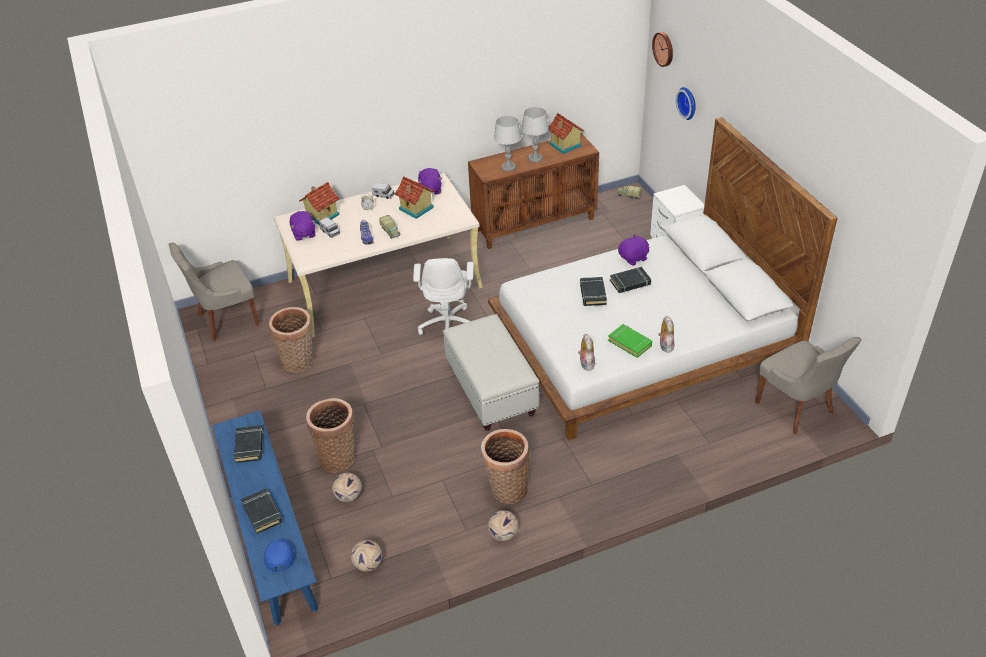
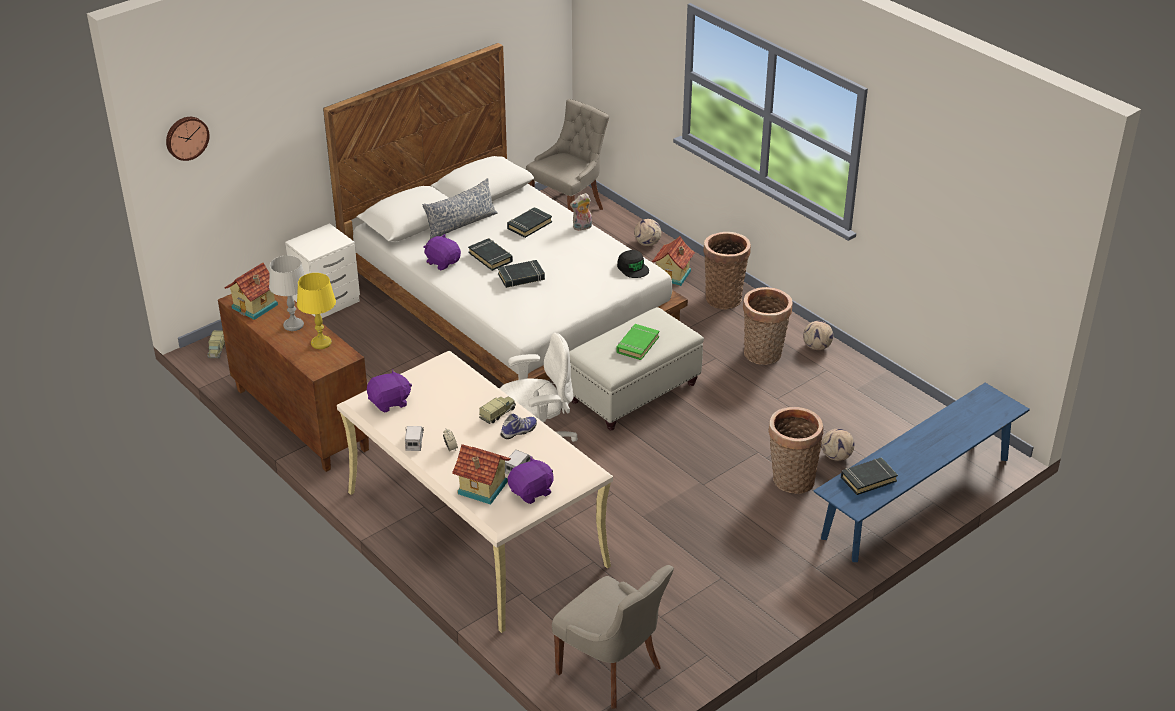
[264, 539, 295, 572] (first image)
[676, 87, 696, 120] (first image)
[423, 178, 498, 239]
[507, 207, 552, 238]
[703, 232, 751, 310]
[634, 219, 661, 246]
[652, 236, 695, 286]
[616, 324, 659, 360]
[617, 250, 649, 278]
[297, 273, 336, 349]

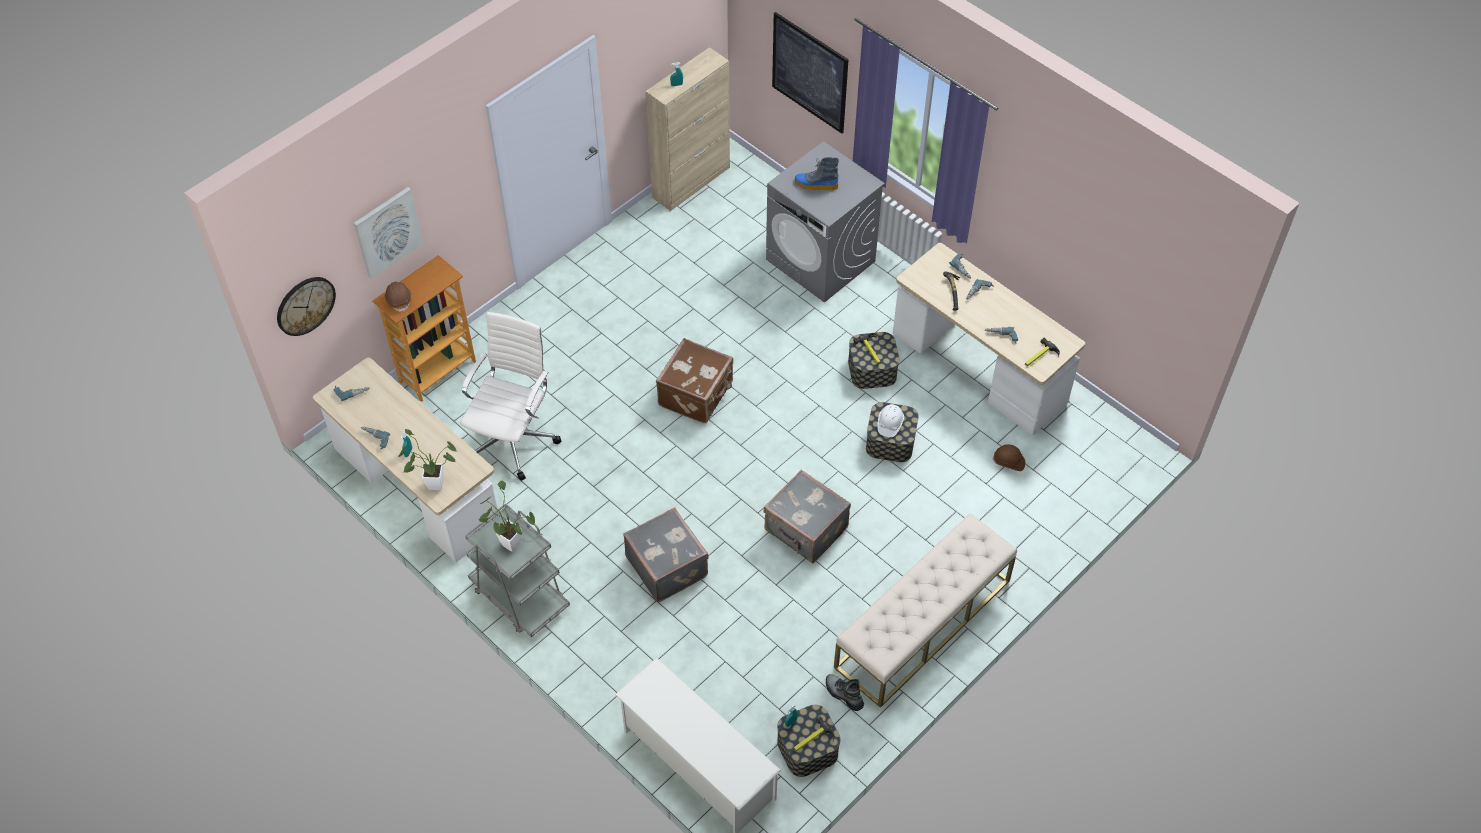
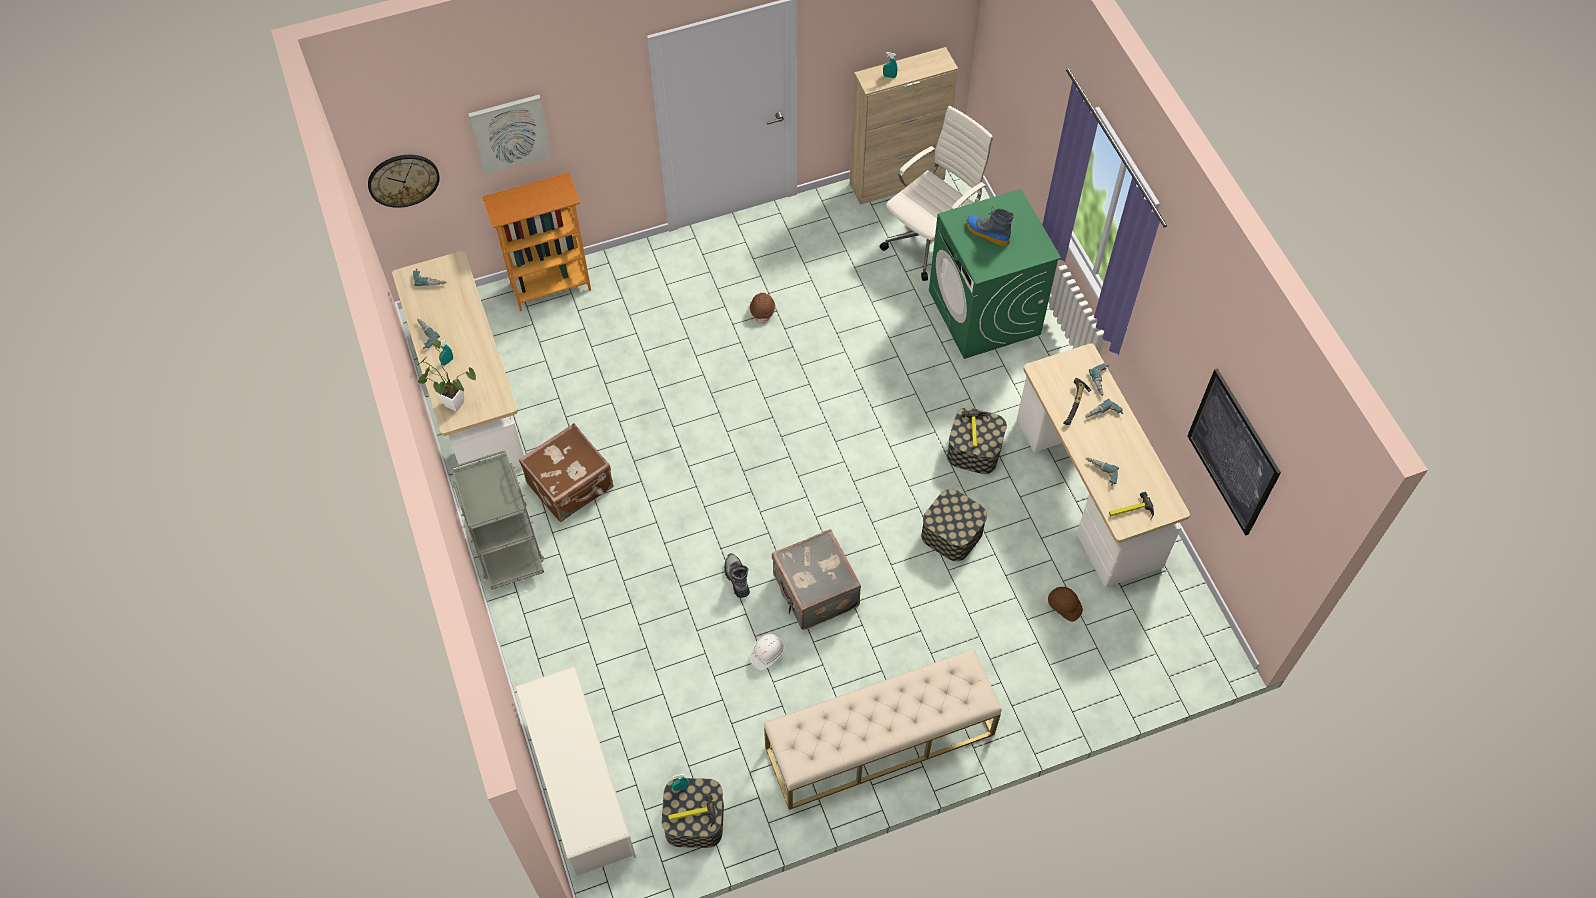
[479, 481, 535, 552] (first image)
[623, 507, 709, 602] (first image)
[750, 293, 775, 324]
[880, 106, 993, 281]
[519, 423, 614, 522]
[1187, 369, 1281, 536]
[724, 553, 750, 598]
[749, 634, 785, 670]
[929, 189, 1061, 359]

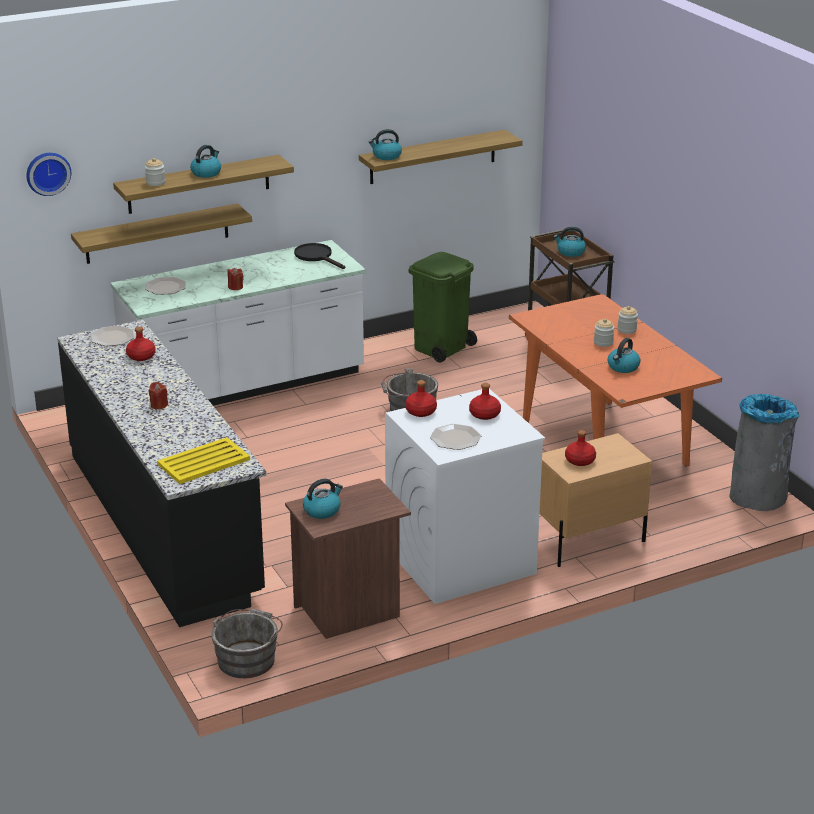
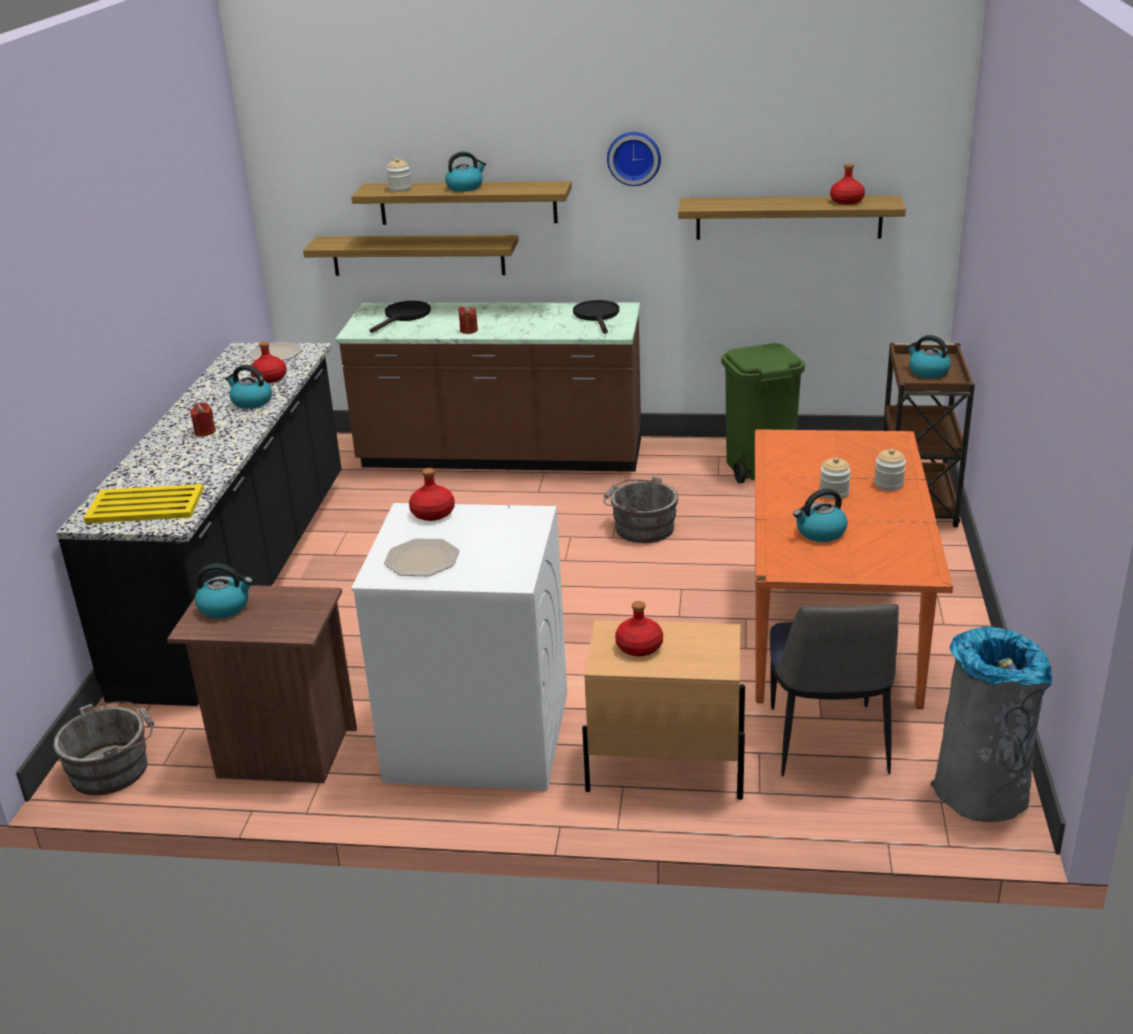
[770, 604, 899, 776]
[607, 132, 661, 186]
[225, 365, 272, 409]
[830, 164, 865, 205]
[370, 301, 431, 333]
[336, 303, 641, 472]

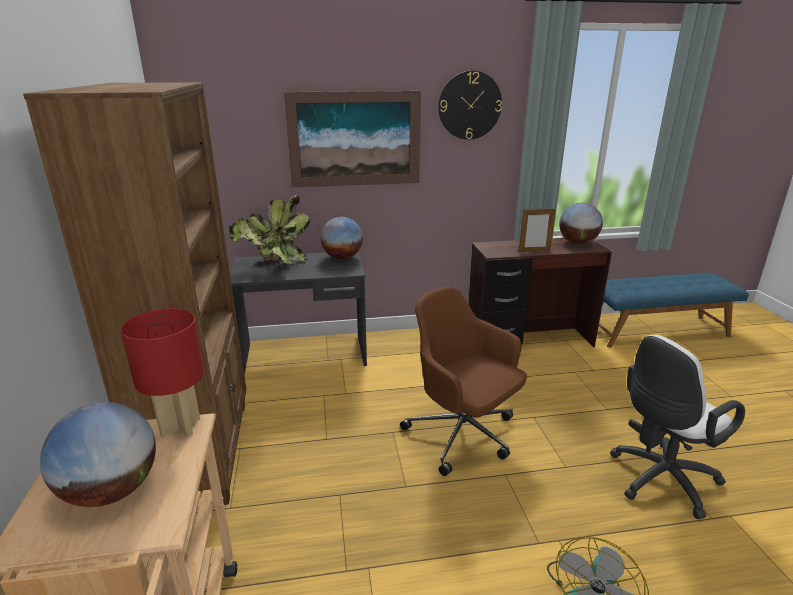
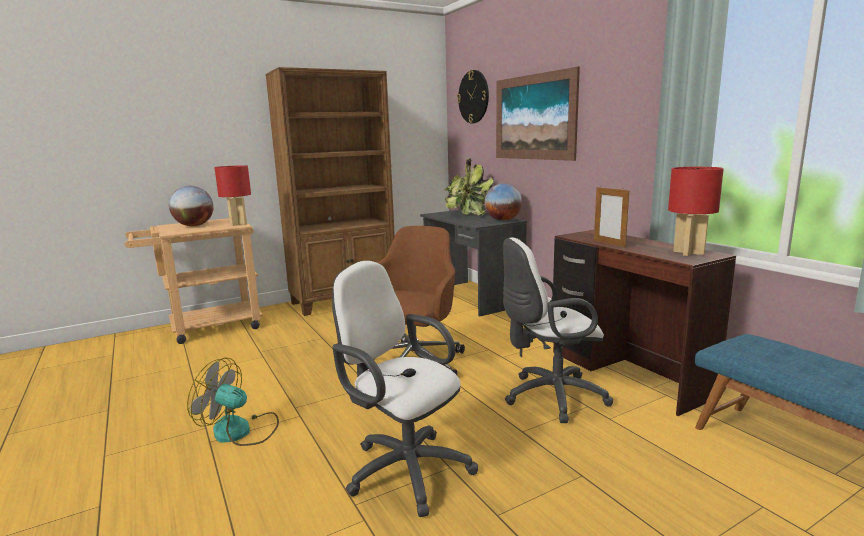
[503, 237, 613, 423]
[457, 70, 489, 123]
[668, 167, 724, 256]

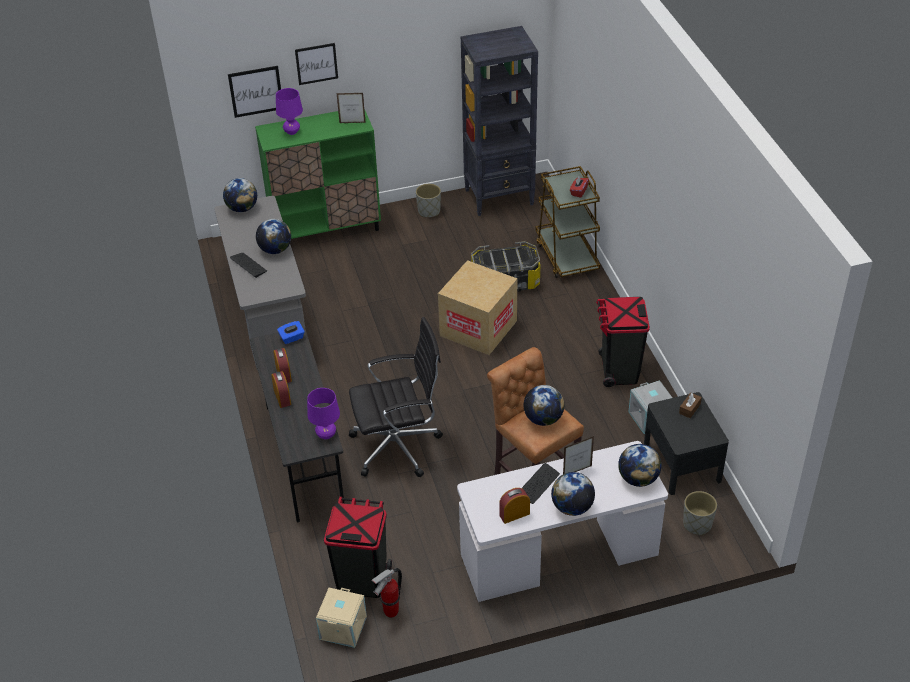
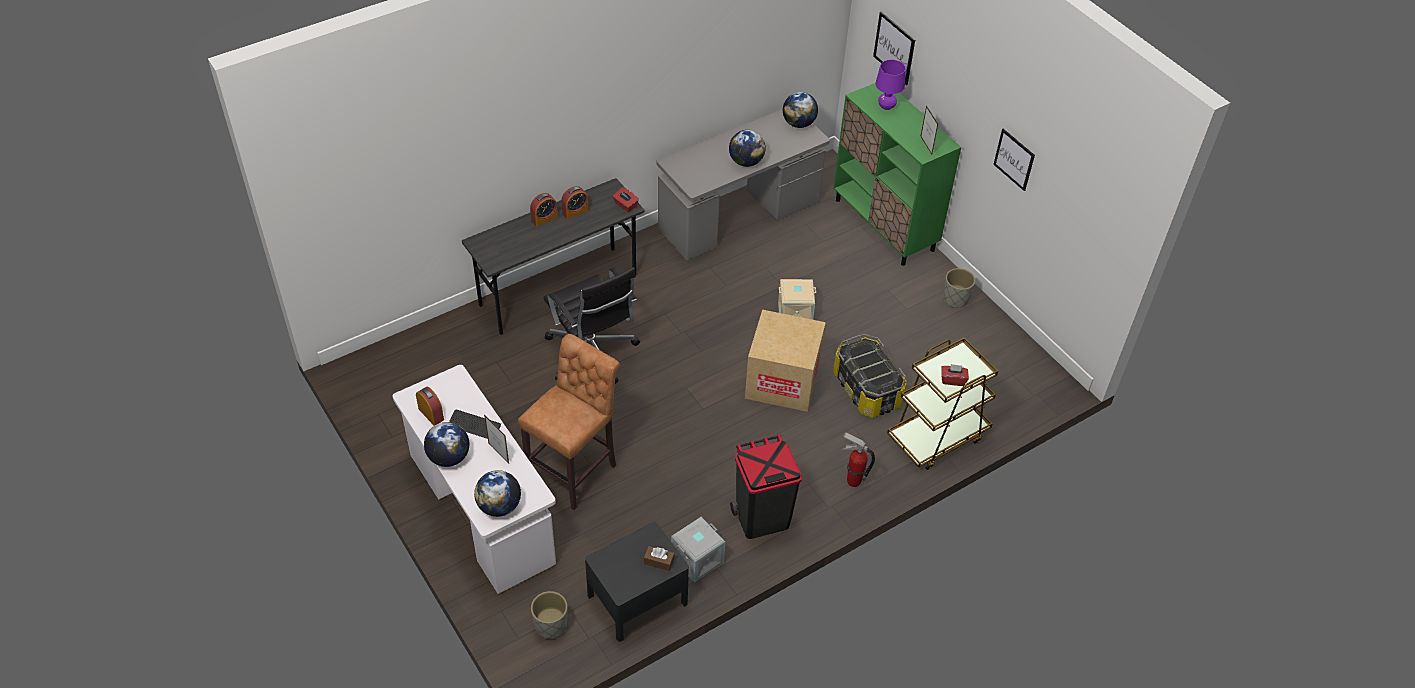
[230, 253, 267, 278] (first image)
[307, 388, 340, 439] (first image)
[324, 497, 392, 598] (first image)
[461, 26, 538, 216] (first image)
[524, 385, 564, 426] (first image)
[993, 129, 1035, 191]
[778, 279, 816, 320]
[842, 432, 875, 487]
[613, 187, 639, 212]

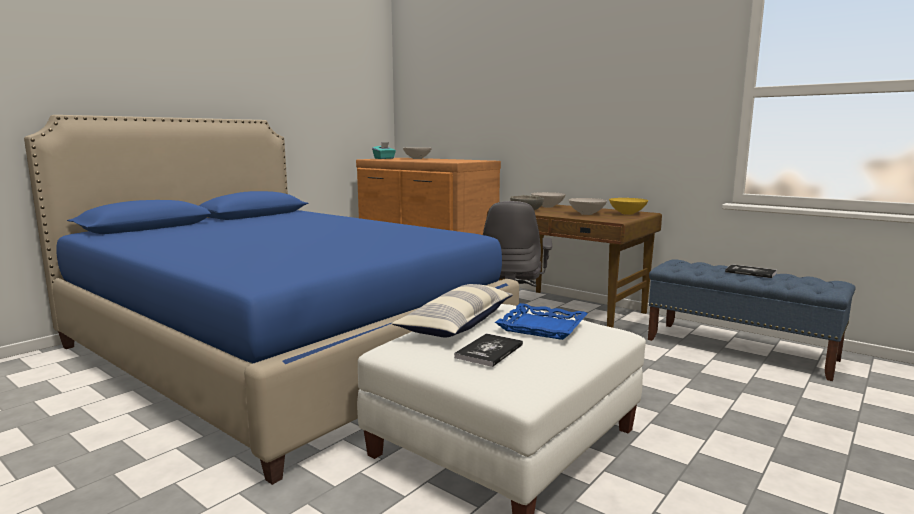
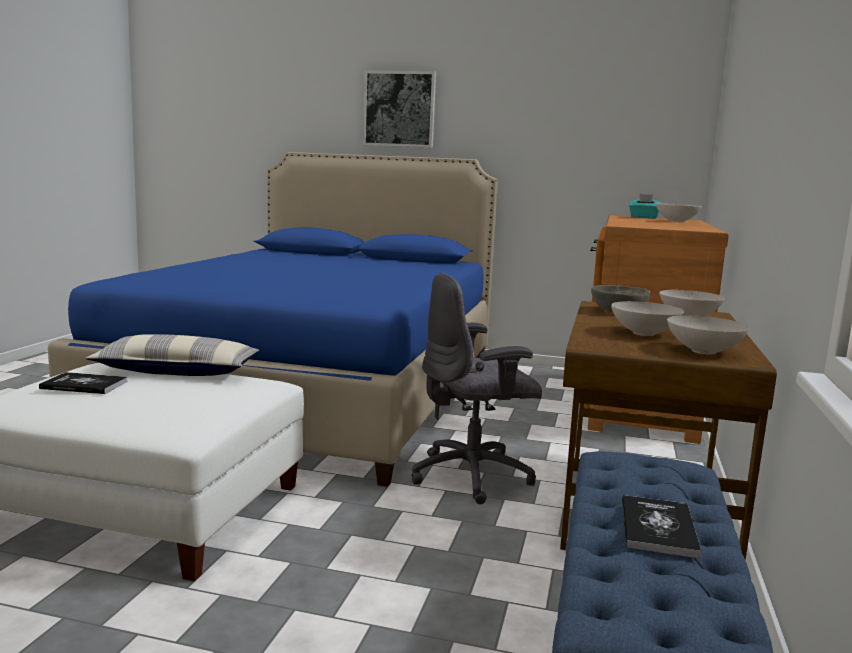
[495, 303, 588, 340] (first image)
[363, 71, 436, 148]
[667, 315, 749, 354]

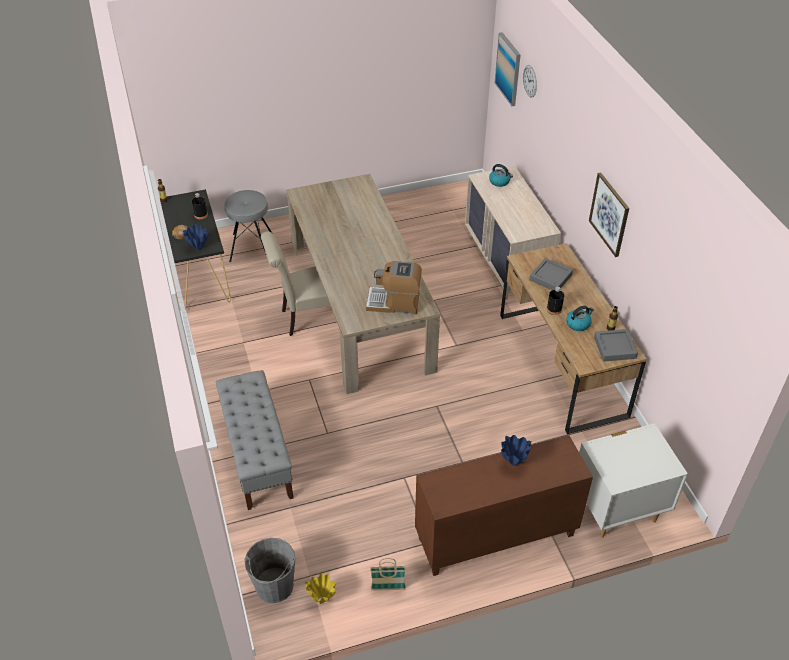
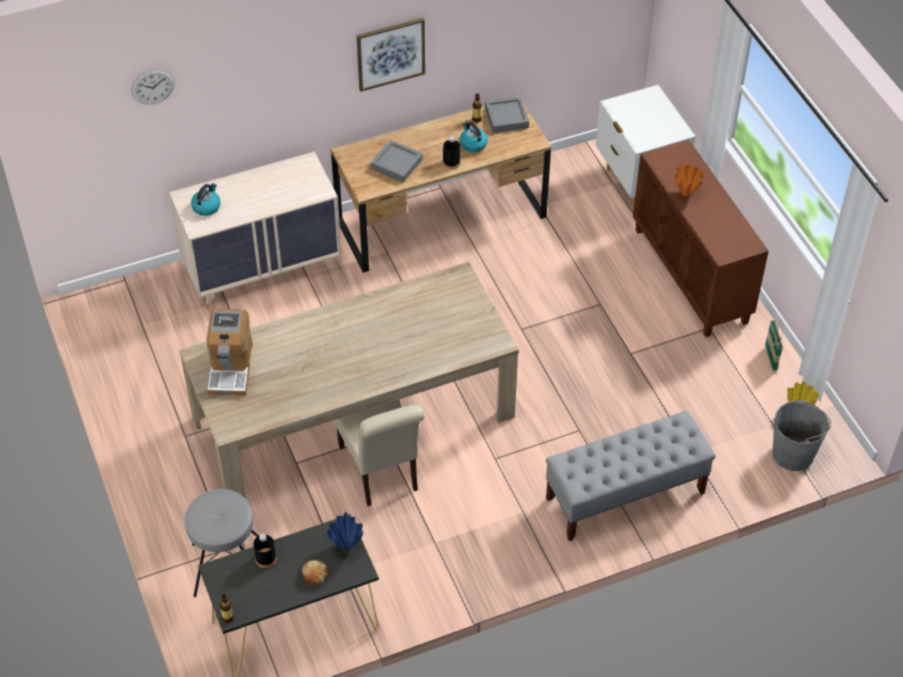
[495, 32, 520, 106] (first image)
[207, 309, 253, 396]
[675, 164, 704, 197]

